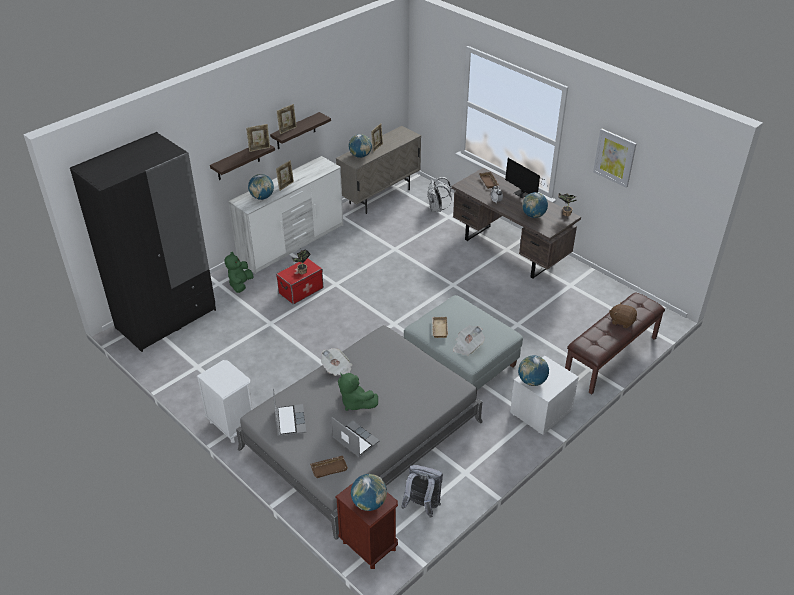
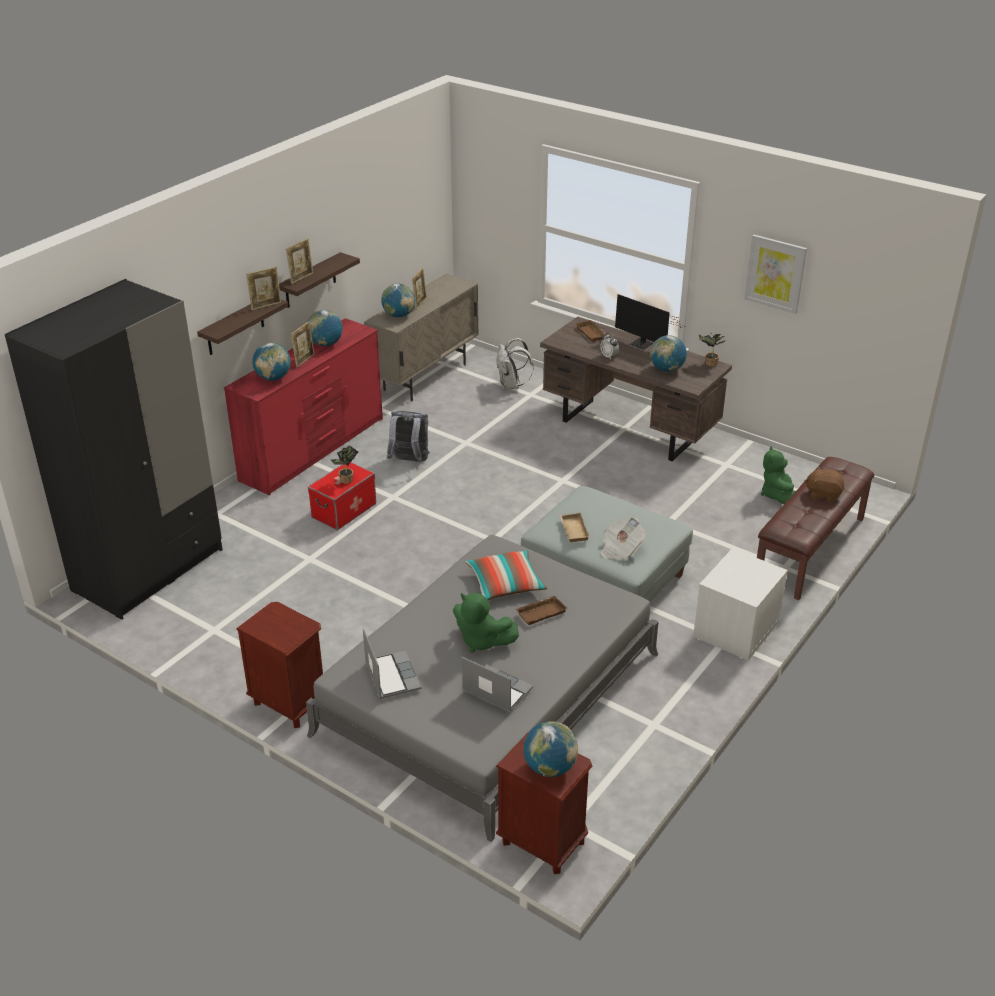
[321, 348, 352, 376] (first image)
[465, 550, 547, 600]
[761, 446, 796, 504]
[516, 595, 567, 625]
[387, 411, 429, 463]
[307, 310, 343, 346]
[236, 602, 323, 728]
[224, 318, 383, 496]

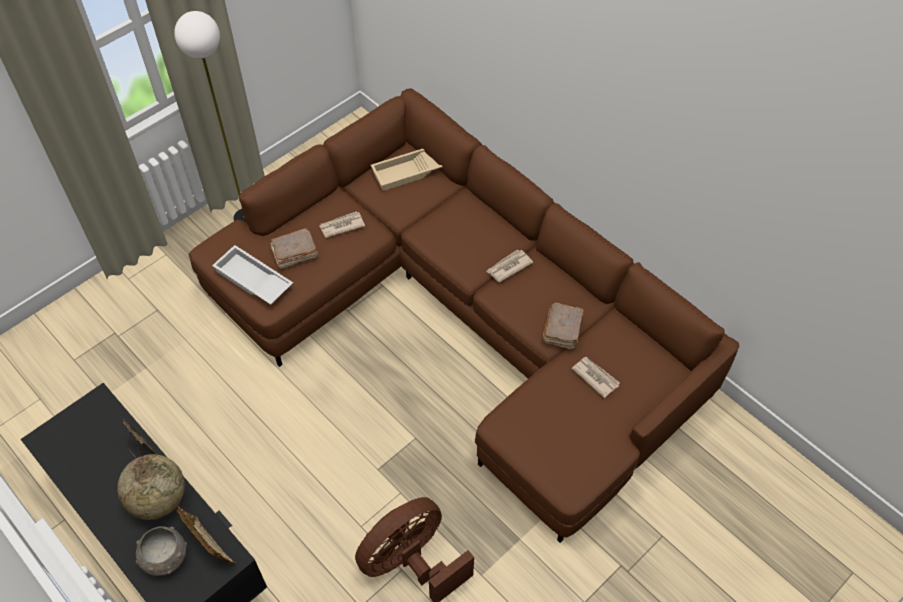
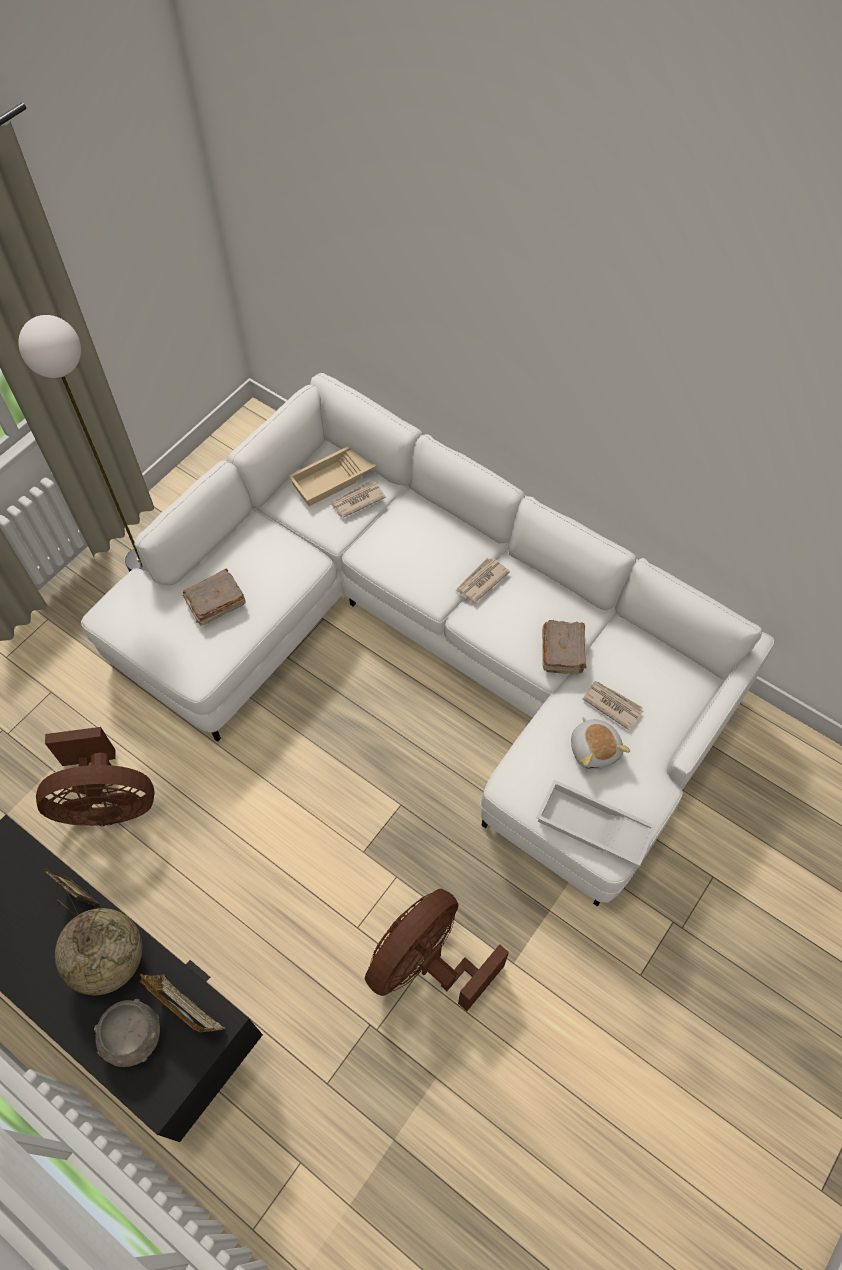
[36, 727, 155, 826]
[571, 717, 630, 770]
[536, 780, 656, 866]
[330, 481, 386, 518]
[81, 373, 774, 906]

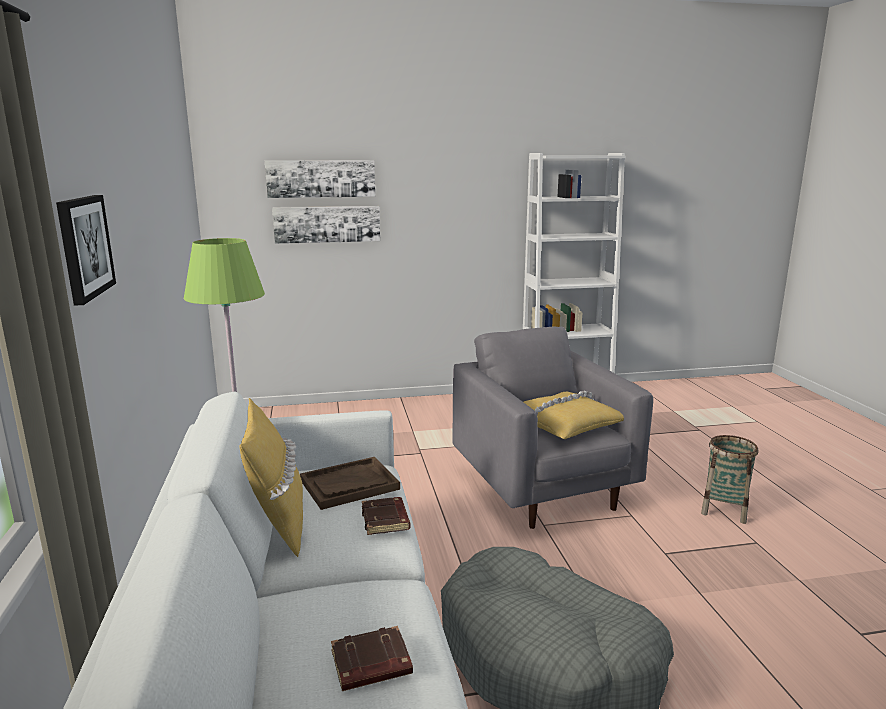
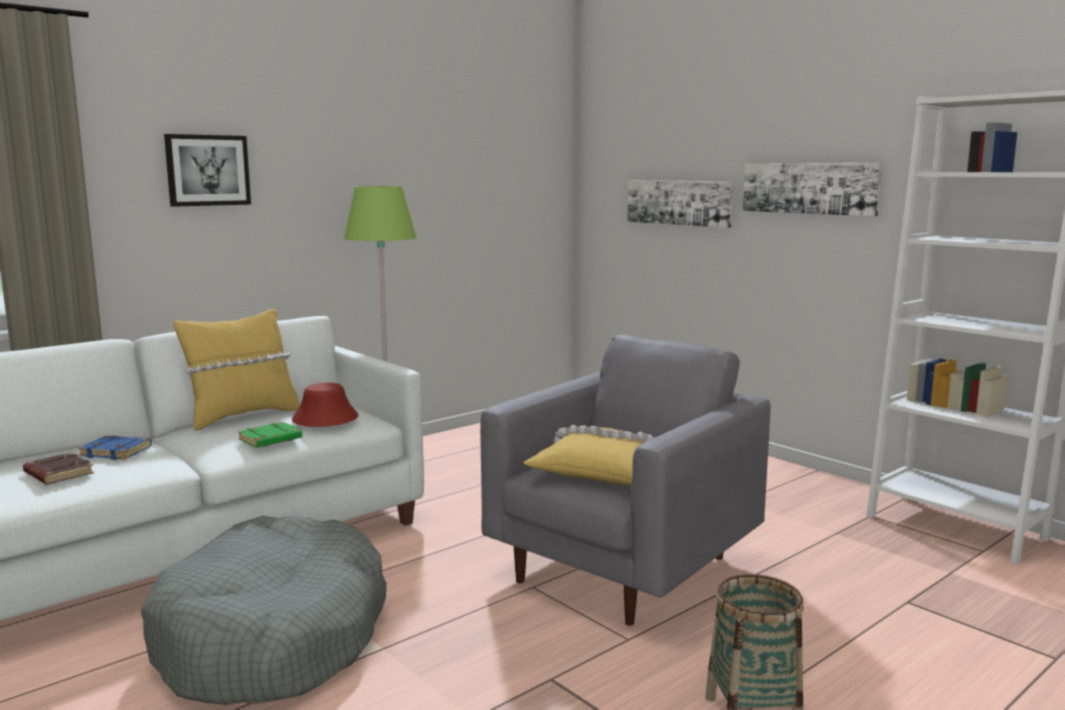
[78, 436, 152, 460]
[743, 163, 882, 216]
[292, 383, 358, 427]
[238, 422, 302, 448]

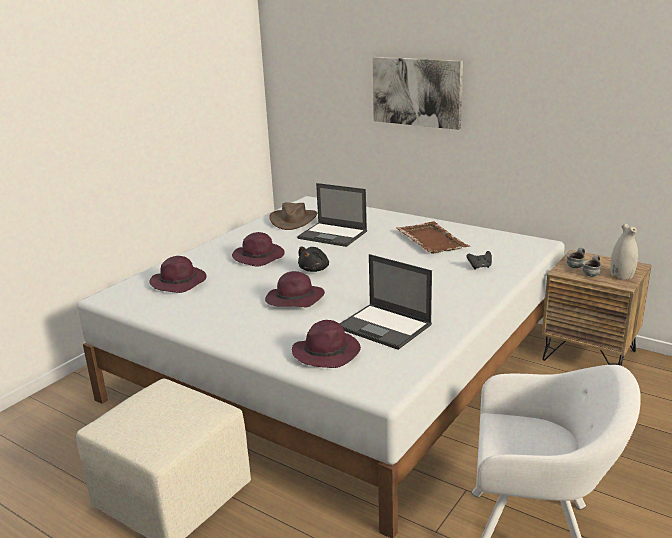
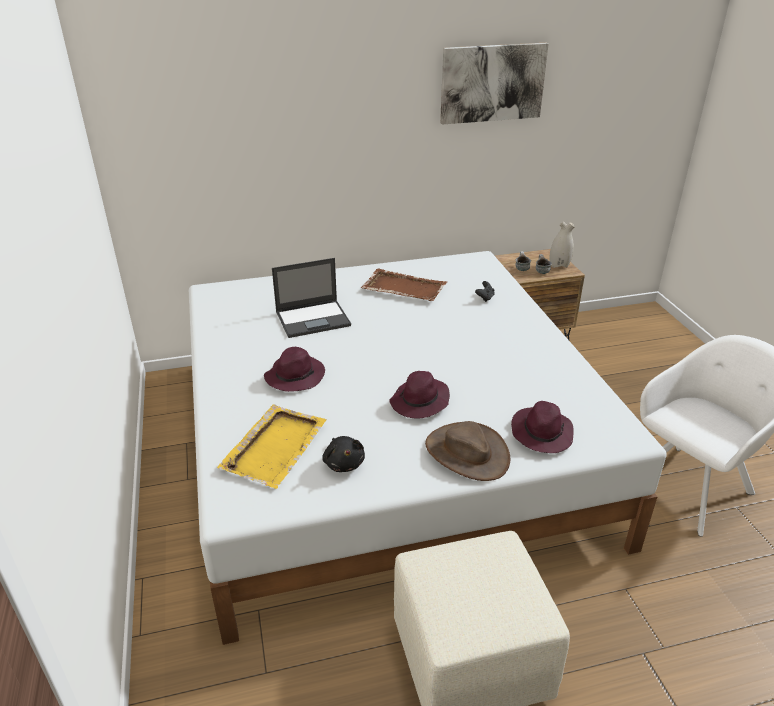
[339, 254, 432, 350] (first image)
[425, 421, 511, 481]
[322, 436, 365, 472]
[440, 43, 549, 125]
[217, 405, 326, 489]

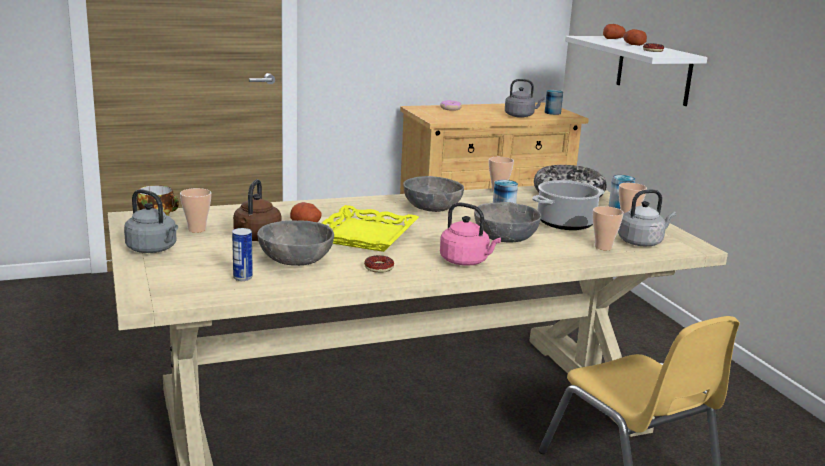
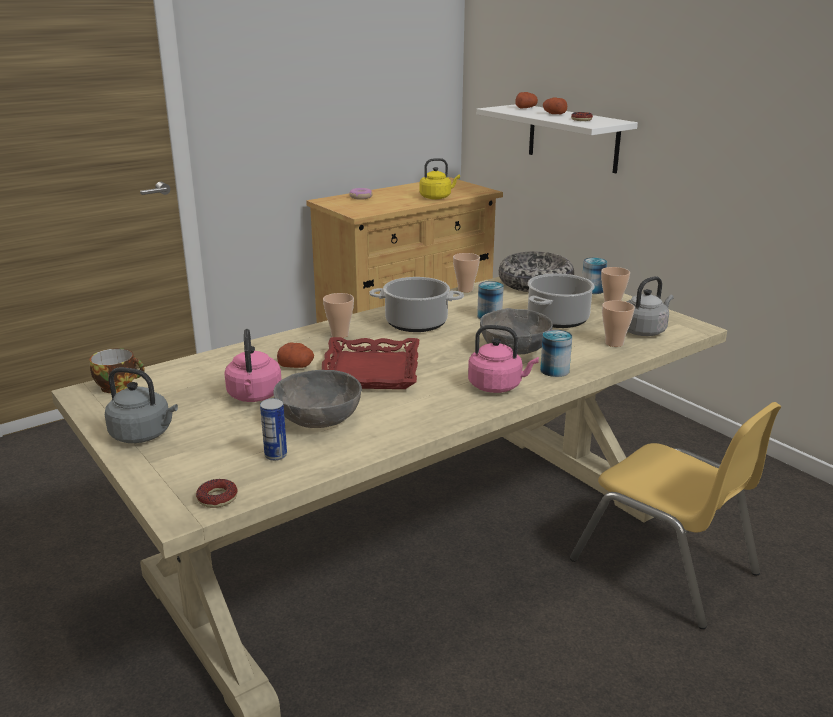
[323, 293, 354, 338]
[196, 479, 237, 508]
[540, 330, 572, 377]
[369, 277, 464, 332]
[224, 329, 282, 402]
[322, 337, 419, 389]
[419, 158, 460, 200]

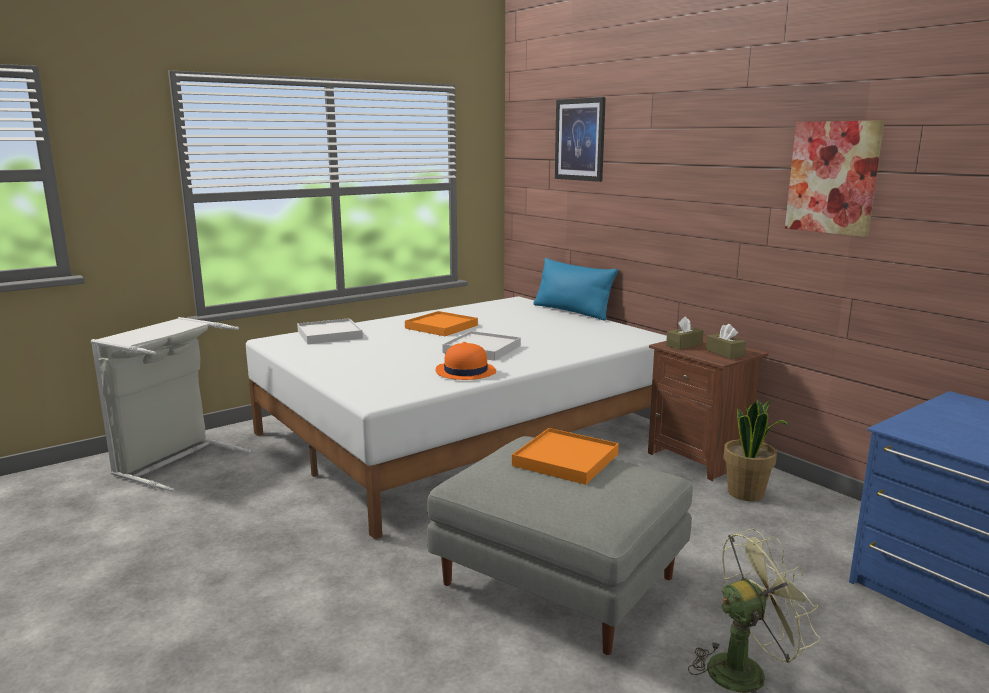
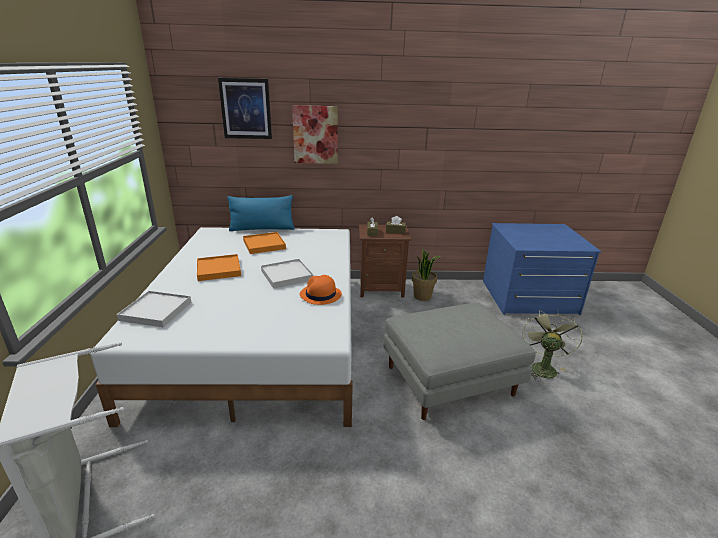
[243, 232, 286, 254]
[292, 105, 338, 164]

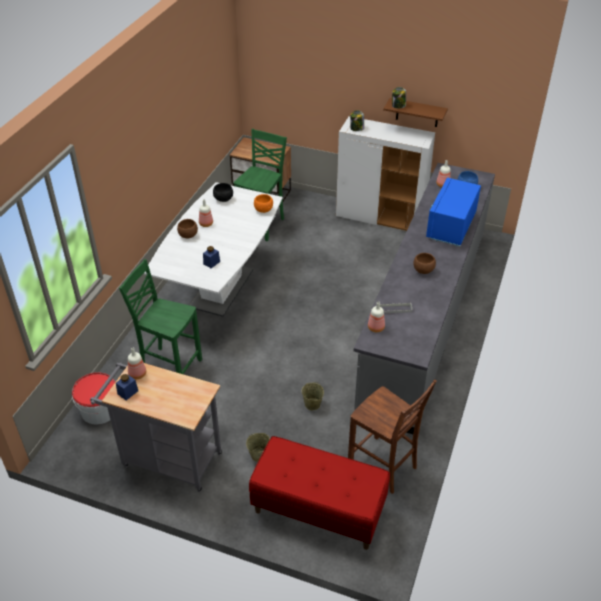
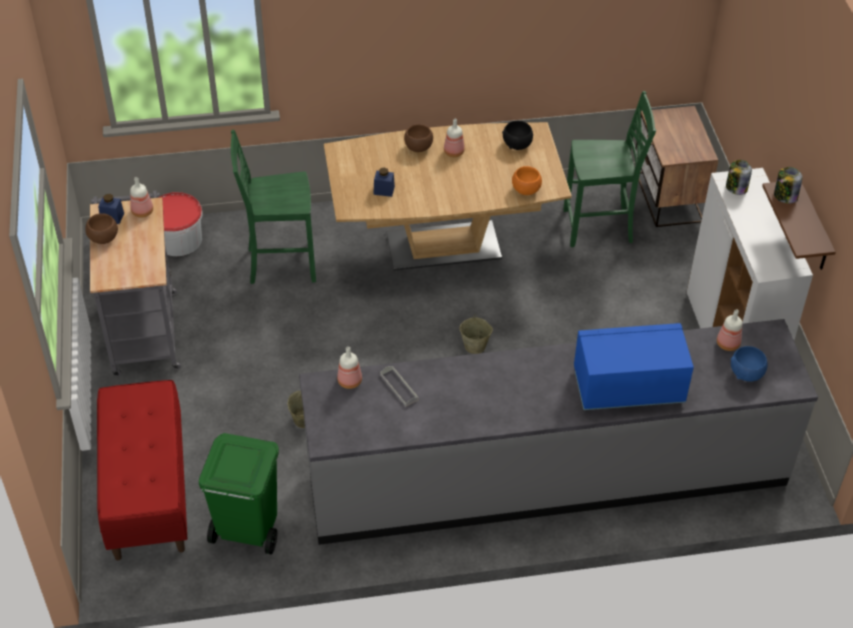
[460, 314, 493, 354]
[85, 213, 118, 244]
[199, 433, 279, 554]
[324, 122, 572, 270]
[231, 130, 316, 284]

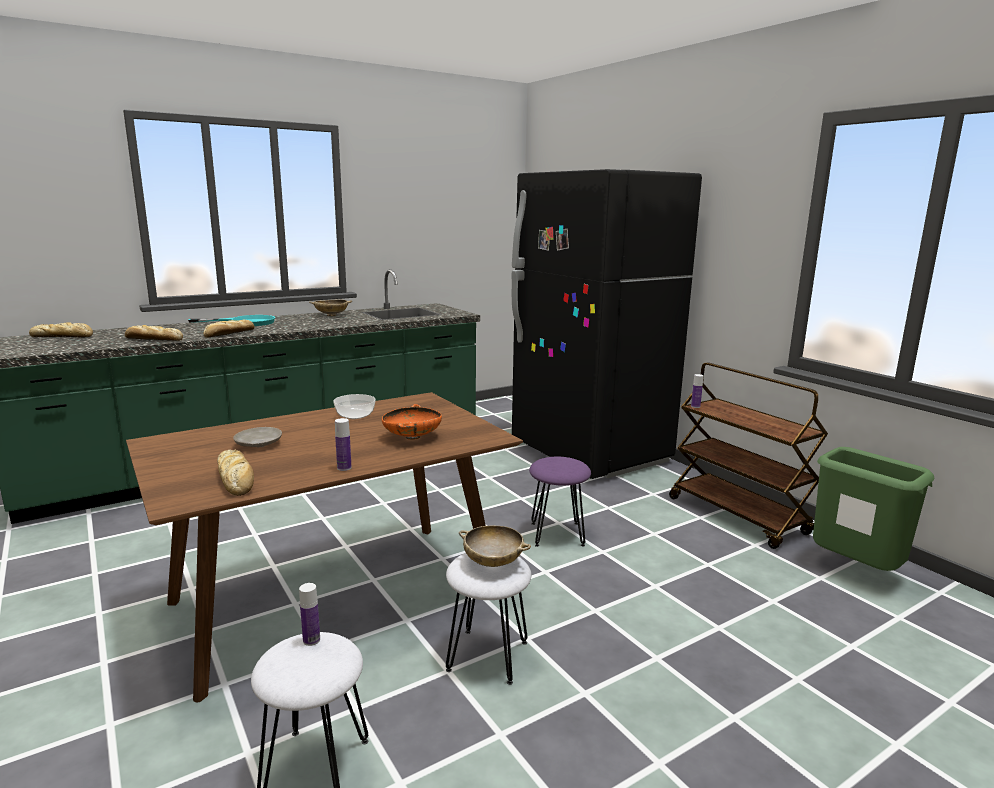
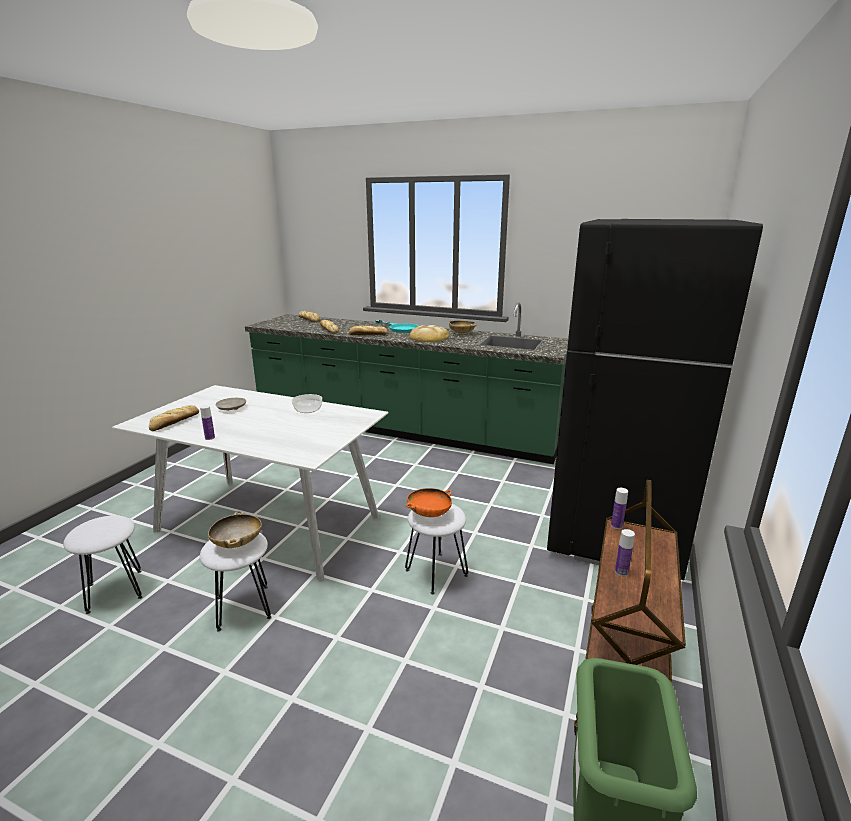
[410, 325, 449, 342]
[615, 529, 635, 576]
[405, 488, 452, 517]
[112, 385, 389, 581]
[405, 504, 468, 594]

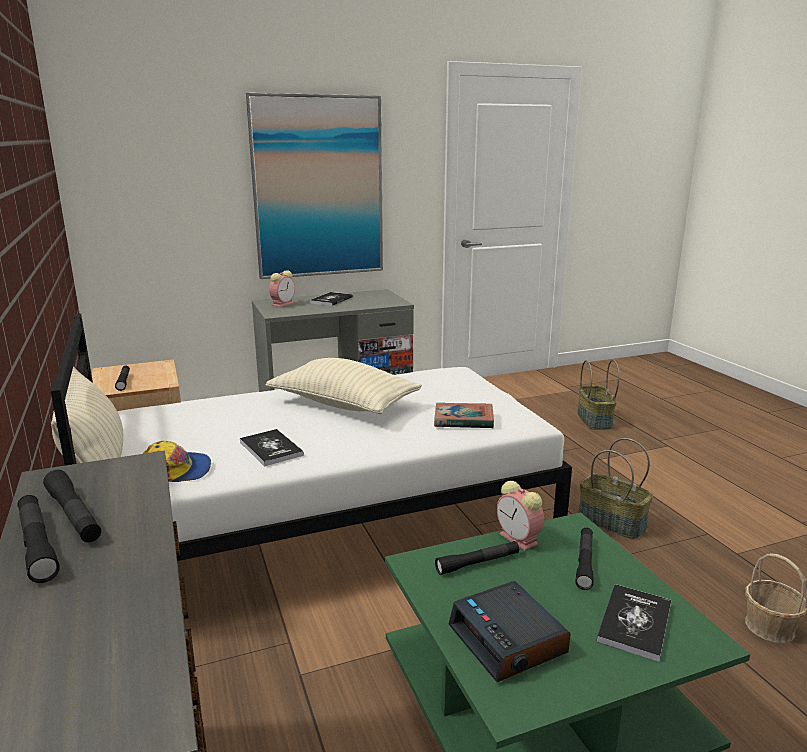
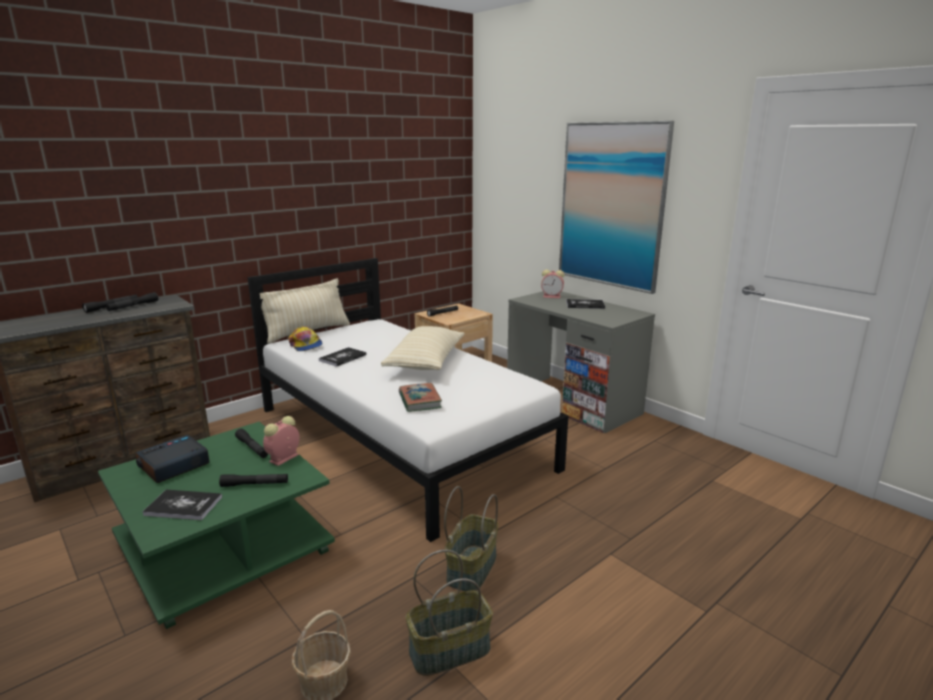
[406, 550, 493, 676]

